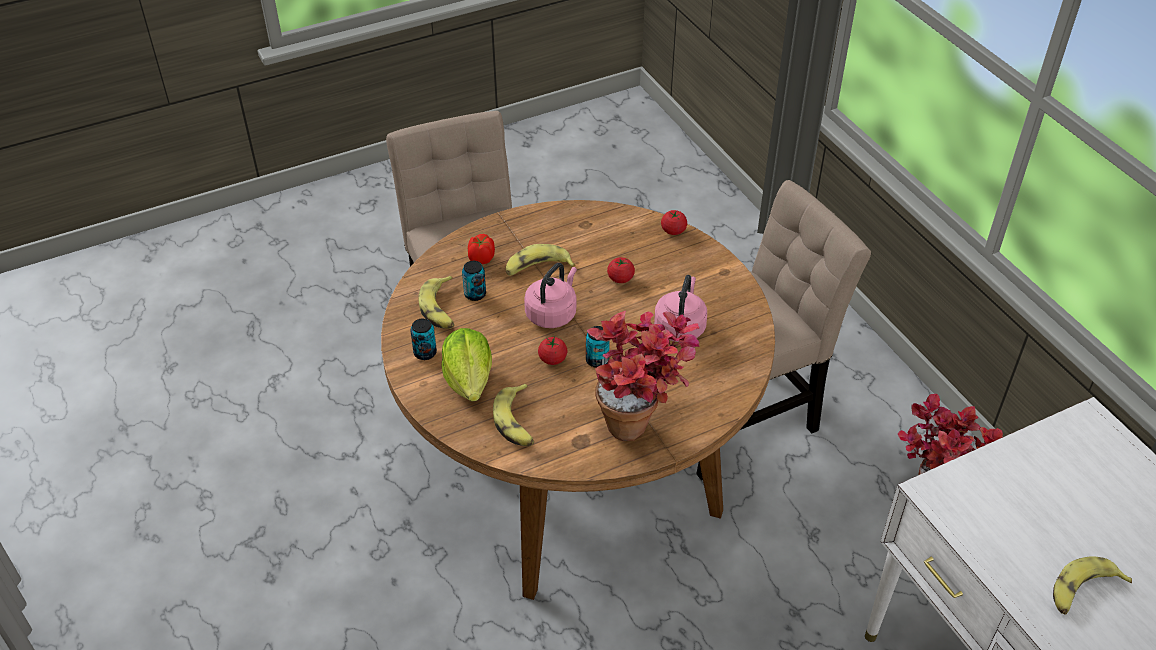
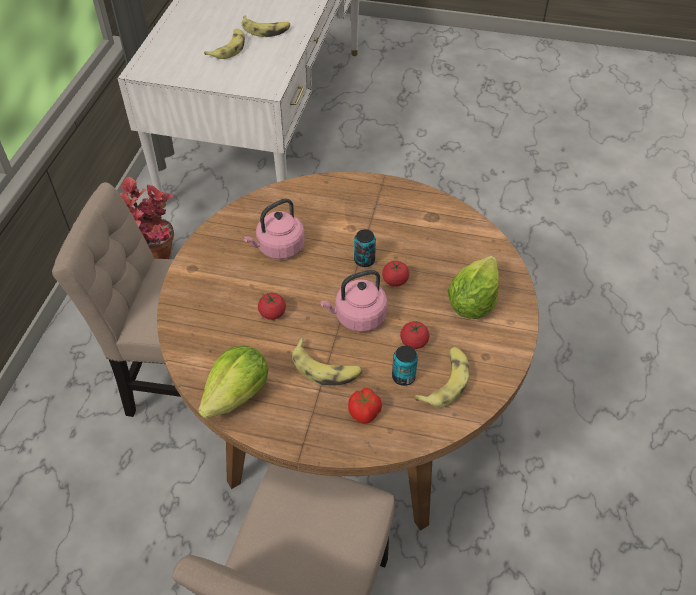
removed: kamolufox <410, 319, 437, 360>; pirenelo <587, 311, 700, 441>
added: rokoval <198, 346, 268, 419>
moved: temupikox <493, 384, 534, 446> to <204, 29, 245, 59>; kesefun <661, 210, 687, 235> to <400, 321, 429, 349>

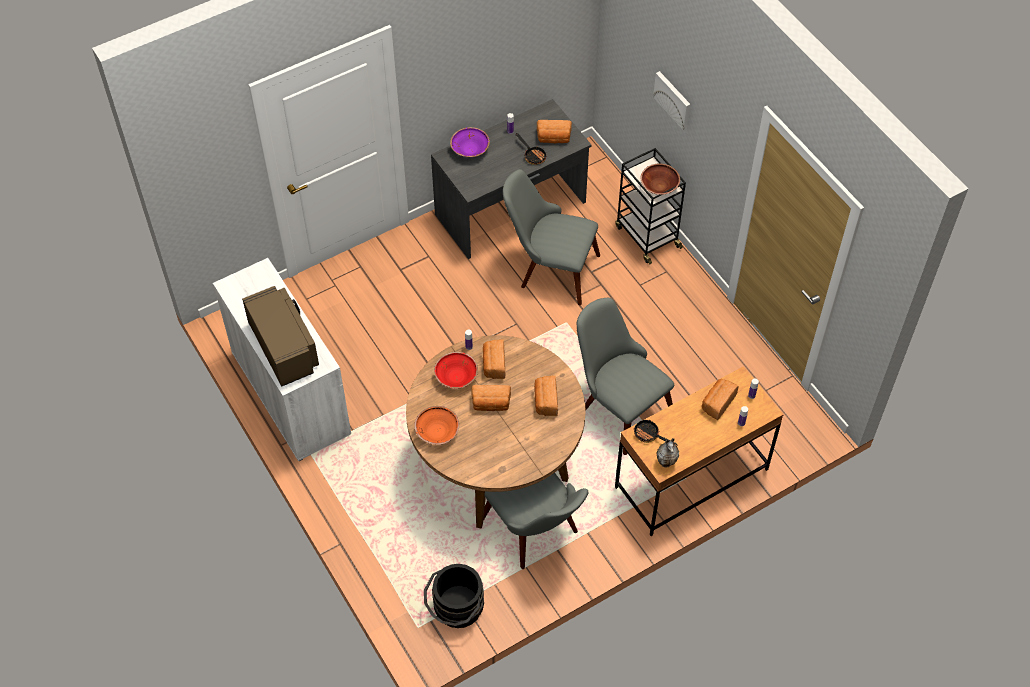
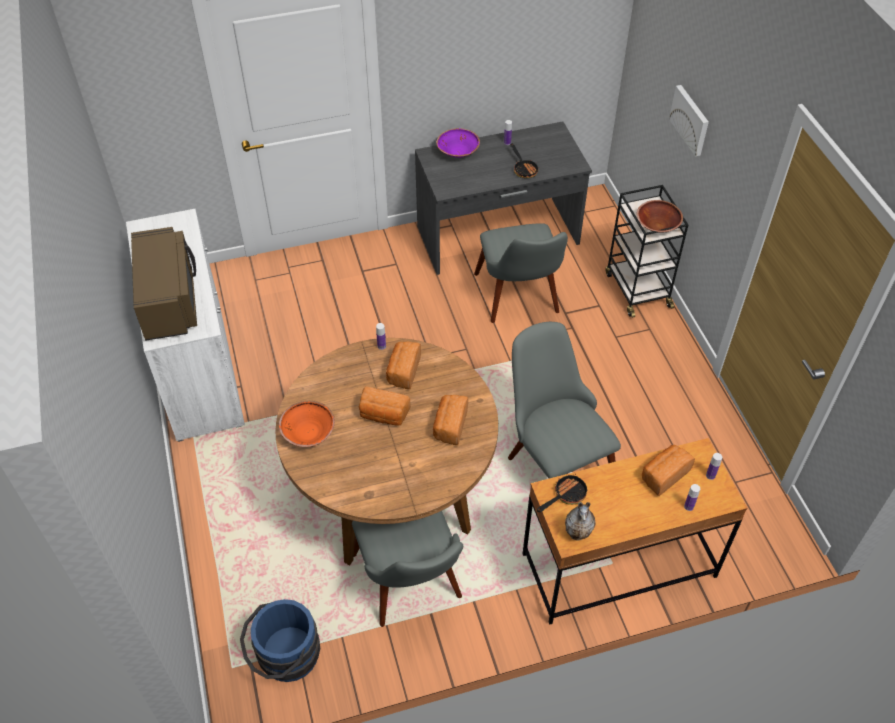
removed: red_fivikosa <434, 352, 478, 389>; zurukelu <537, 120, 572, 143>
recoloured: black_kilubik <424, 564, 484, 628> to blue_kilubik <240, 599, 320, 682>
turned: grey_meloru <503, 169, 600, 305> = <474, 223, 568, 323> 135 degrees counterclockwise; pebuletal <634, 420, 677, 445> = <537, 473, 587, 512> 90 degrees clockwise

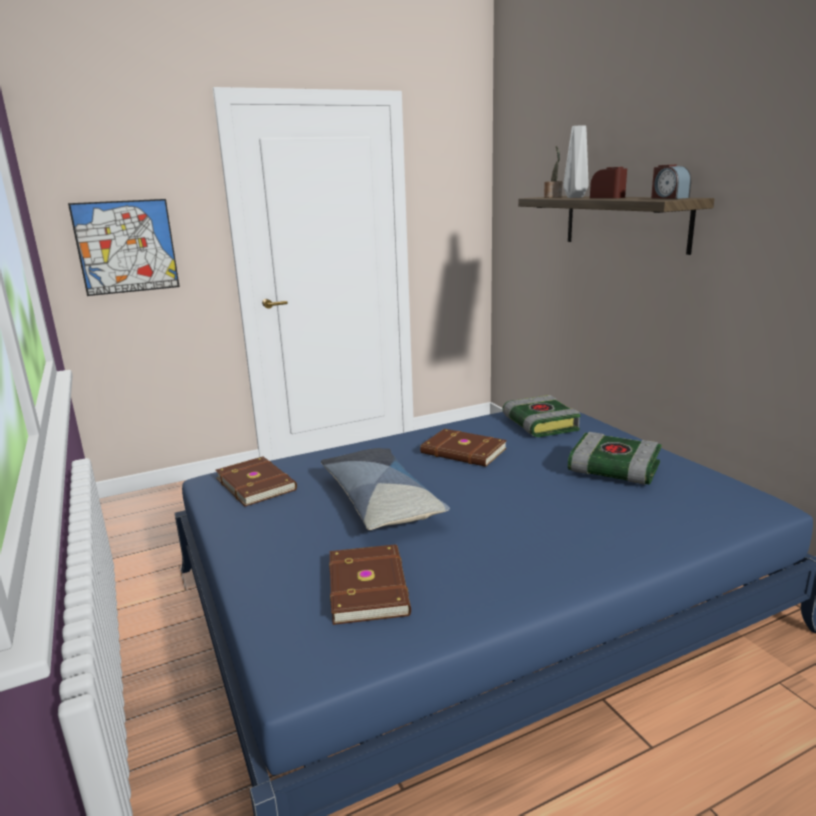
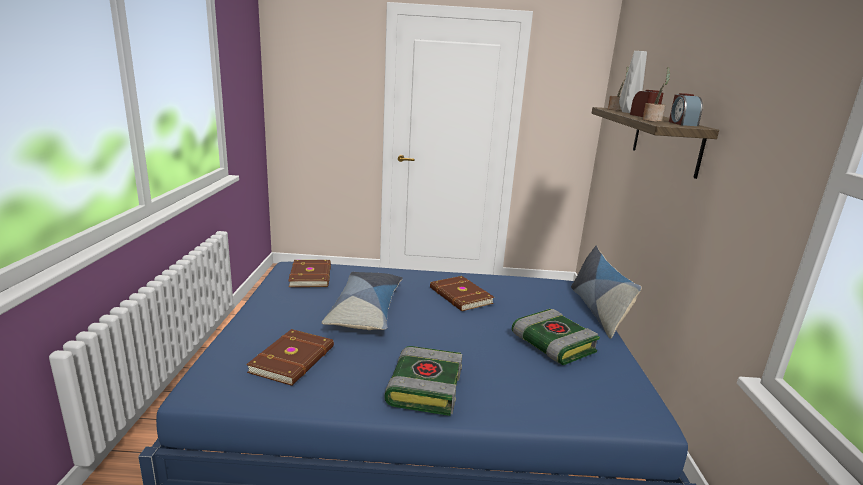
removed: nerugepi <68, 199, 180, 296>
added: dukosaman <571, 246, 642, 339>; pirenelo <642, 67, 670, 122>
moved: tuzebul <502, 395, 580, 437> to <384, 346, 462, 416>

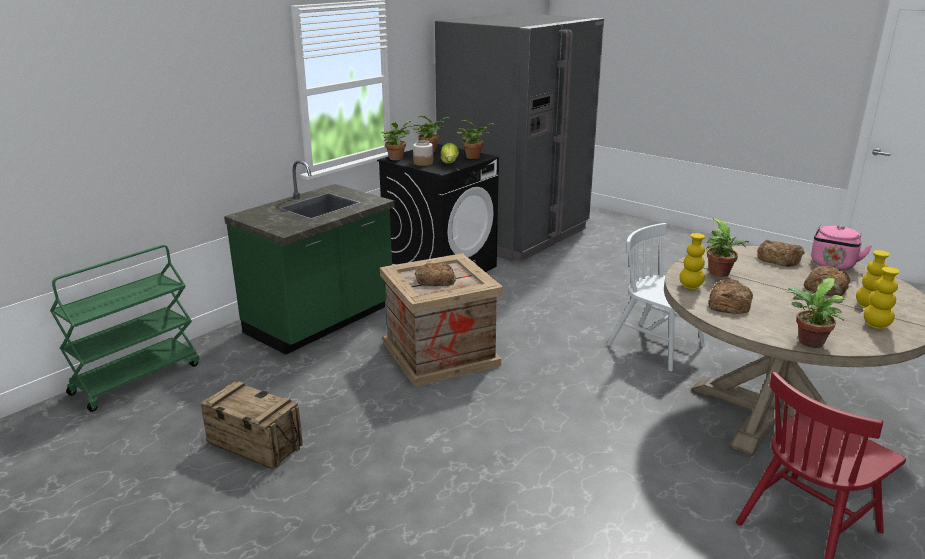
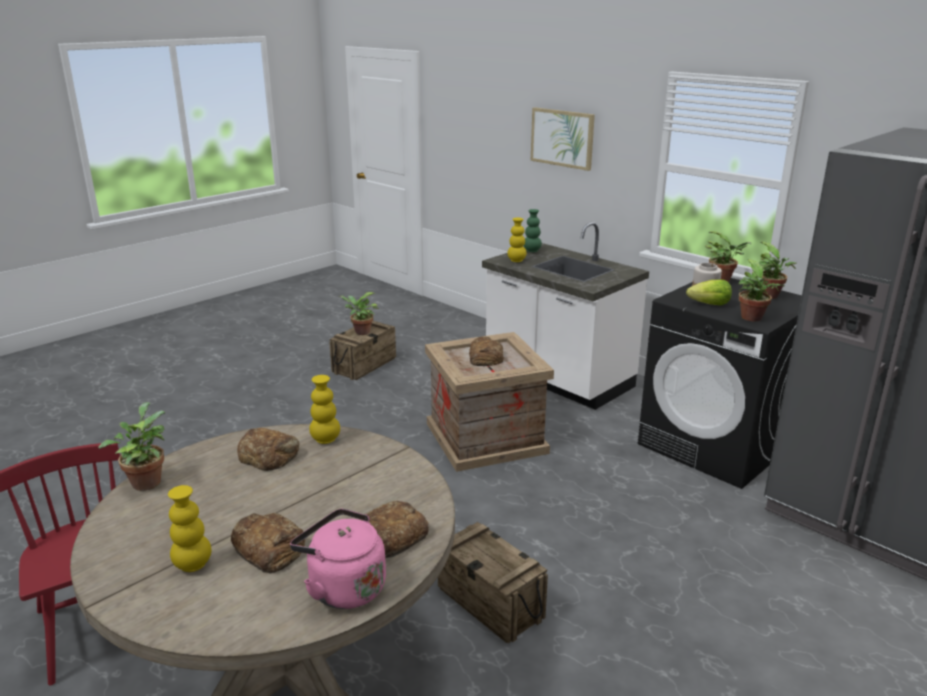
removed: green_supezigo <50, 245, 199, 412>
added: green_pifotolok <524, 209, 542, 252>; nerugepi <531, 107, 595, 171>
moved: pirenelo <707, 218, 749, 277> to <340, 292, 379, 335>; yellow_pifotolok <864, 267, 900, 329> to <507, 218, 527, 262>
replaced: white_meloru <607, 223, 705, 371> to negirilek <438, 522, 548, 643>
recoloured: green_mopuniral <224, 160, 394, 355> to white_mopuniral <482, 222, 649, 410>

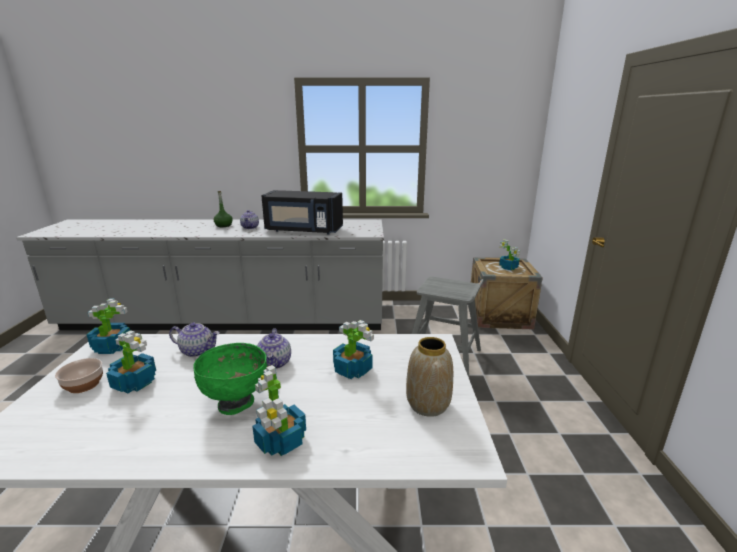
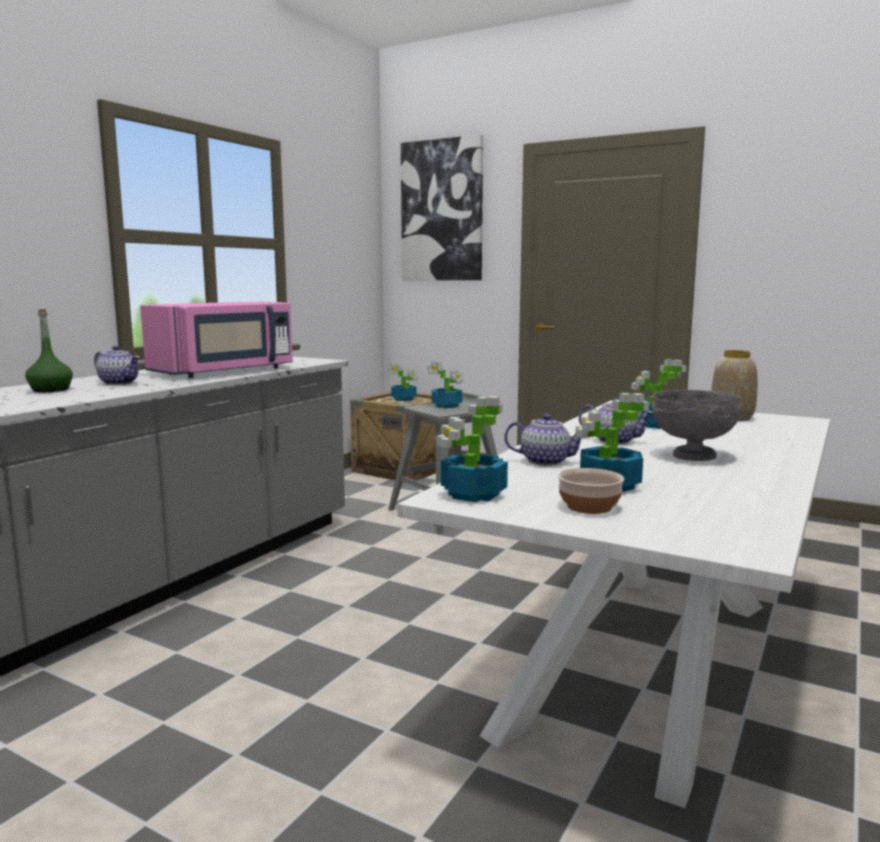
added: nerugepi <401, 134, 483, 280>
moved: pirenelo <252, 365, 306, 456> to <428, 361, 463, 408>
recoloured: green_fivikosa <193, 343, 267, 415> to grey_fivikosa <652, 390, 741, 461>; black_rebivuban <261, 190, 343, 234> to pink_rebivuban <140, 302, 293, 378>
turned: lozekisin <169, 323, 220, 357> = <504, 414, 581, 466> 60 degrees clockwise

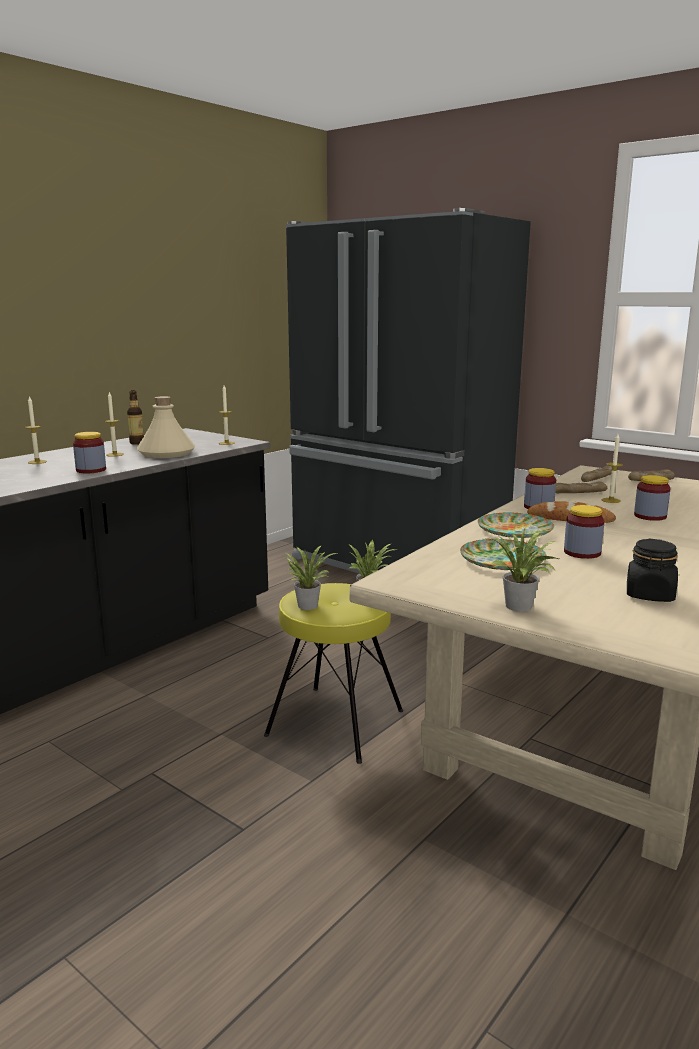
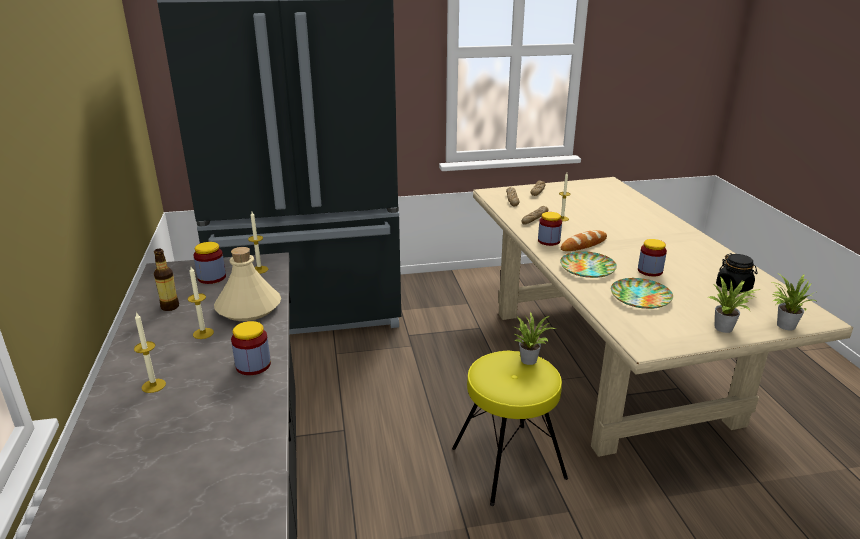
moved: pirenelo <286, 546, 338, 610> to <772, 274, 816, 331>; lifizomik <634, 475, 670, 521> to <193, 242, 226, 284>

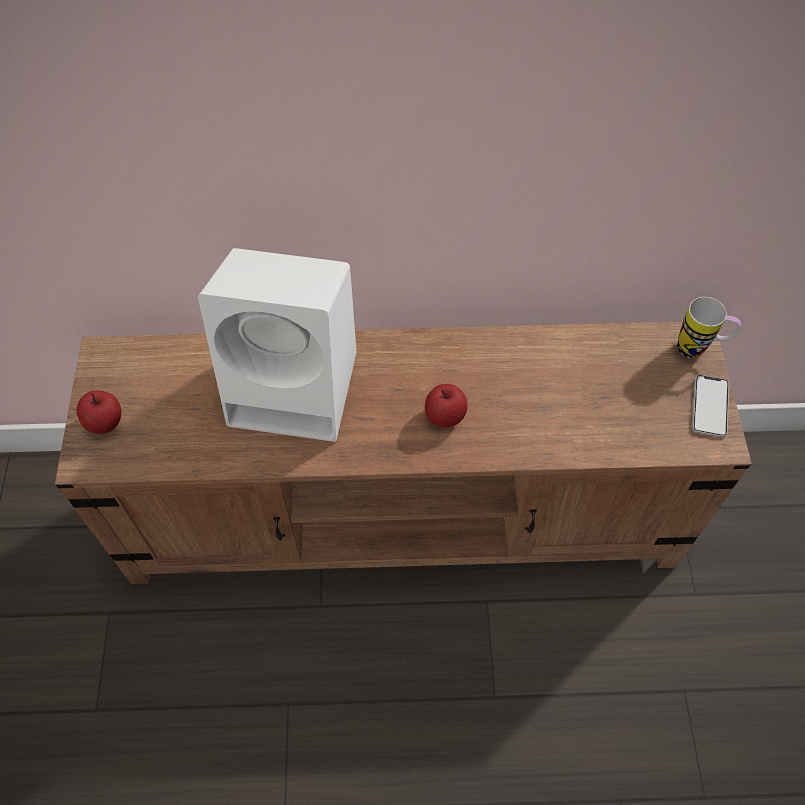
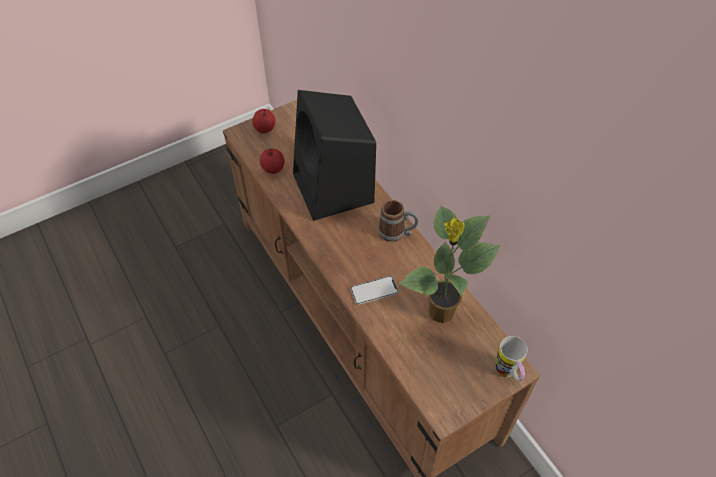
added: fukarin <378, 200, 419, 242>; pirenelo <398, 205, 500, 323>
moved: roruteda <425, 384, 468, 427> to <260, 149, 285, 174>; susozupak <692, 375, 729, 437> to <350, 276, 399, 305>
recoloured: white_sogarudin <198, 248, 357, 442> to black_sogarudin <293, 90, 376, 221>

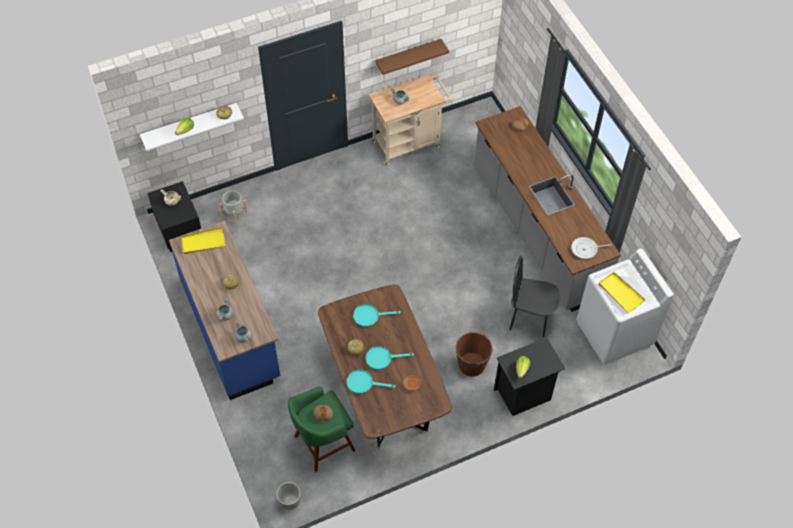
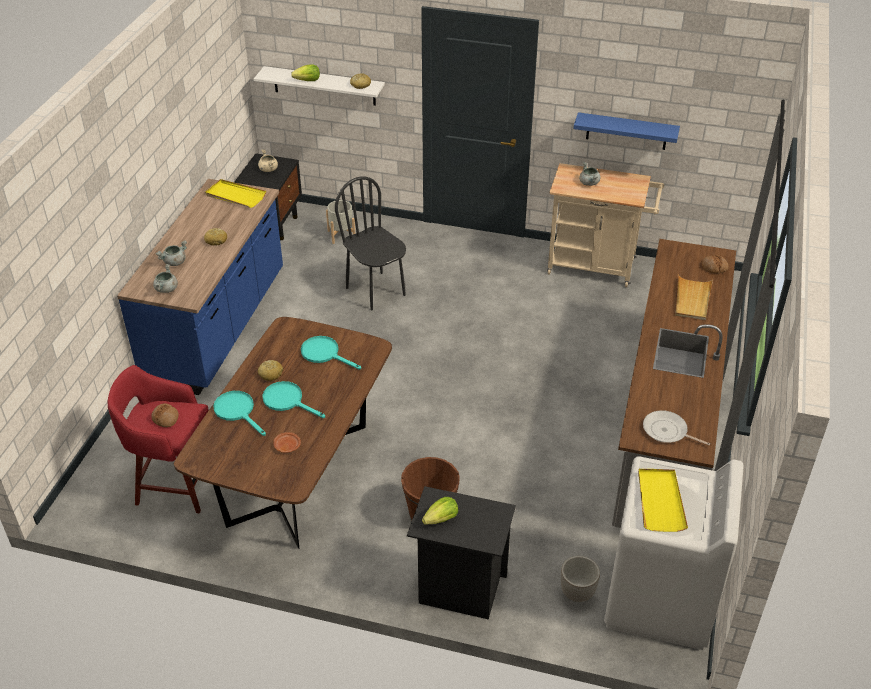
added: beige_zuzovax <675, 274, 713, 320>
moved: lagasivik <276, 482, 301, 510> to <561, 556, 600, 602>; black_meloru <510, 256, 561, 337> to <335, 176, 406, 311>
recoloured: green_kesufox <288, 387, 356, 472> to red_kesufox <108, 365, 209, 513>; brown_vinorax <375, 39, 449, 75> to blue_vinorax <573, 112, 680, 150>

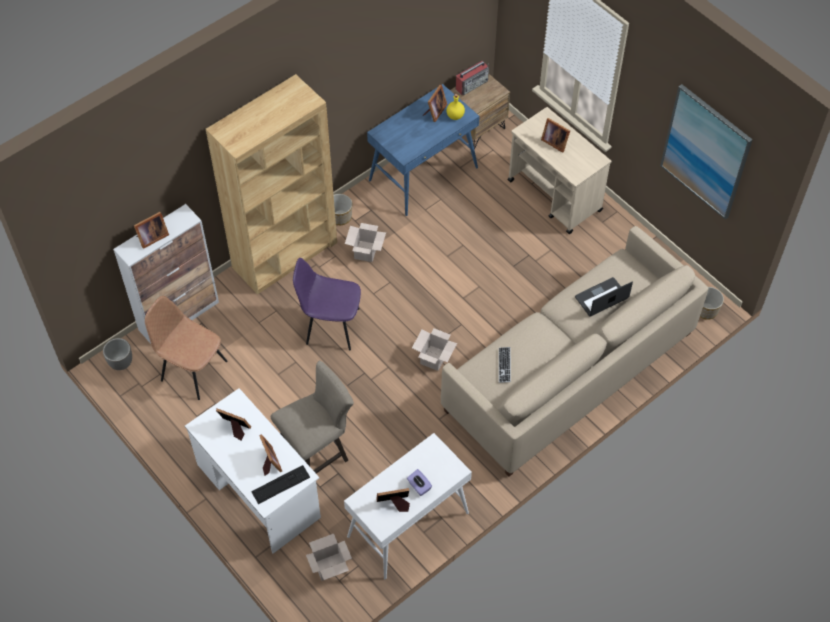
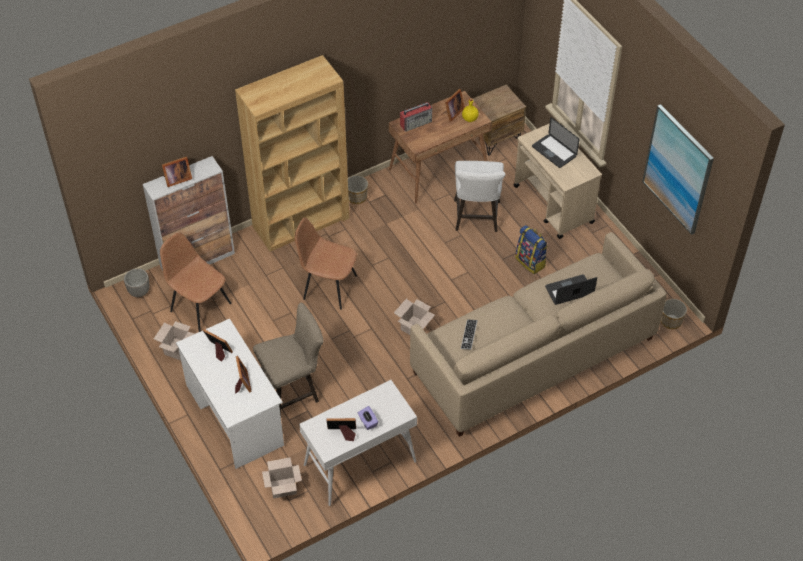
removed: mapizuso <251, 465, 310, 504>
added: white_kesufox <454, 161, 506, 232>; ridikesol <515, 225, 547, 274>
moved: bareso <345, 223, 386, 262> to <154, 321, 195, 360>; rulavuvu <456, 61, 489, 95> to <400, 102, 432, 132>
replaced: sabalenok <541, 118, 570, 153> to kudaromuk <532, 117, 579, 168>
recoloured: purple_meloru <293, 258, 361, 350> to brown_meloru <295, 217, 357, 310>; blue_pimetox <367, 84, 480, 216> to brown_pimetox <389, 91, 492, 204>

